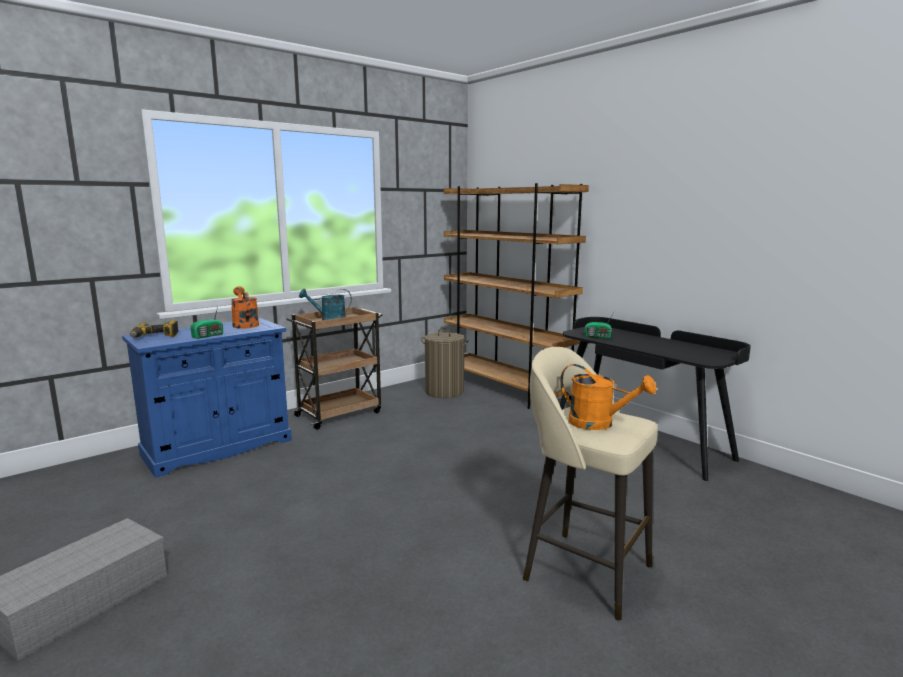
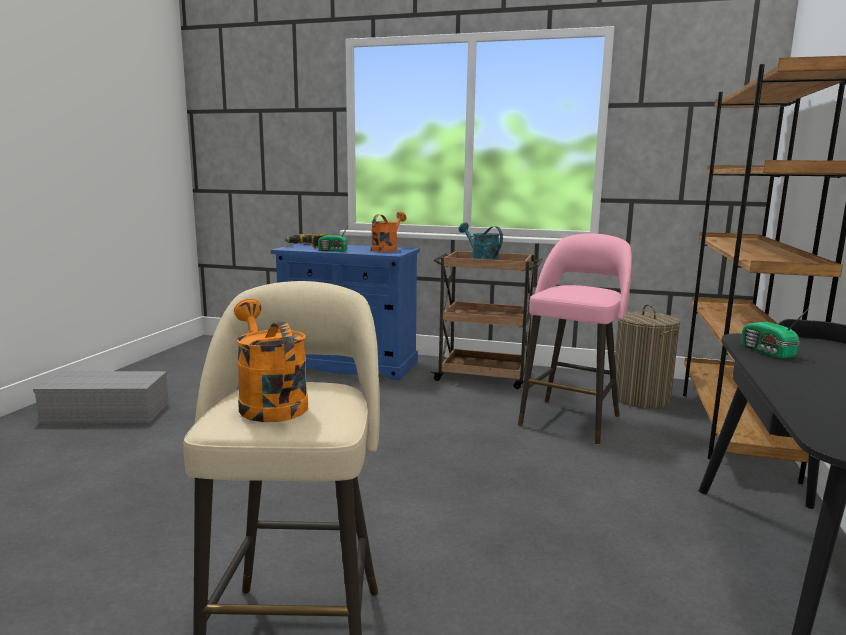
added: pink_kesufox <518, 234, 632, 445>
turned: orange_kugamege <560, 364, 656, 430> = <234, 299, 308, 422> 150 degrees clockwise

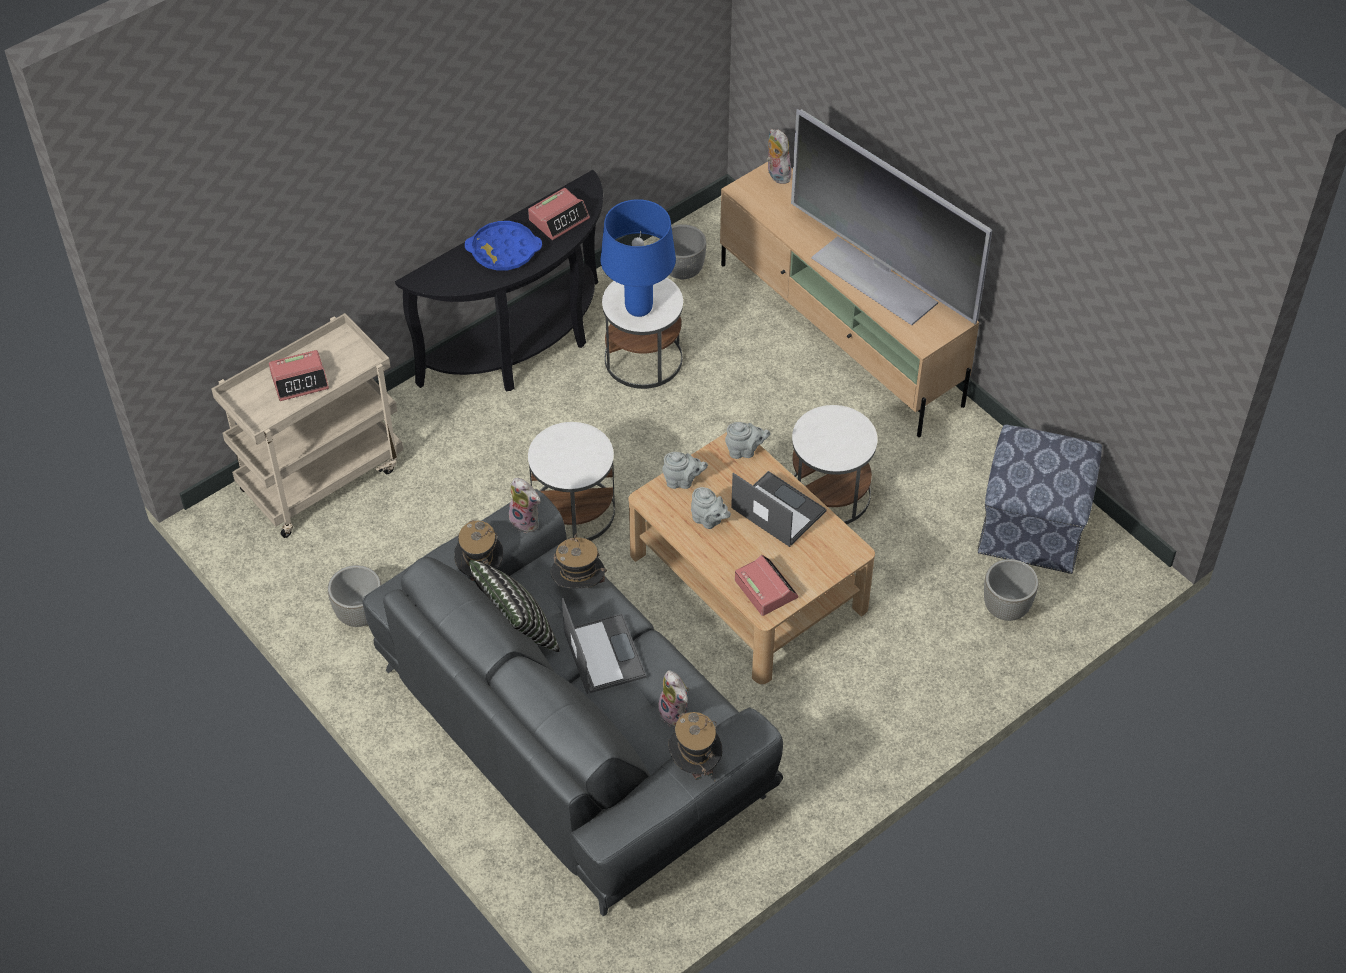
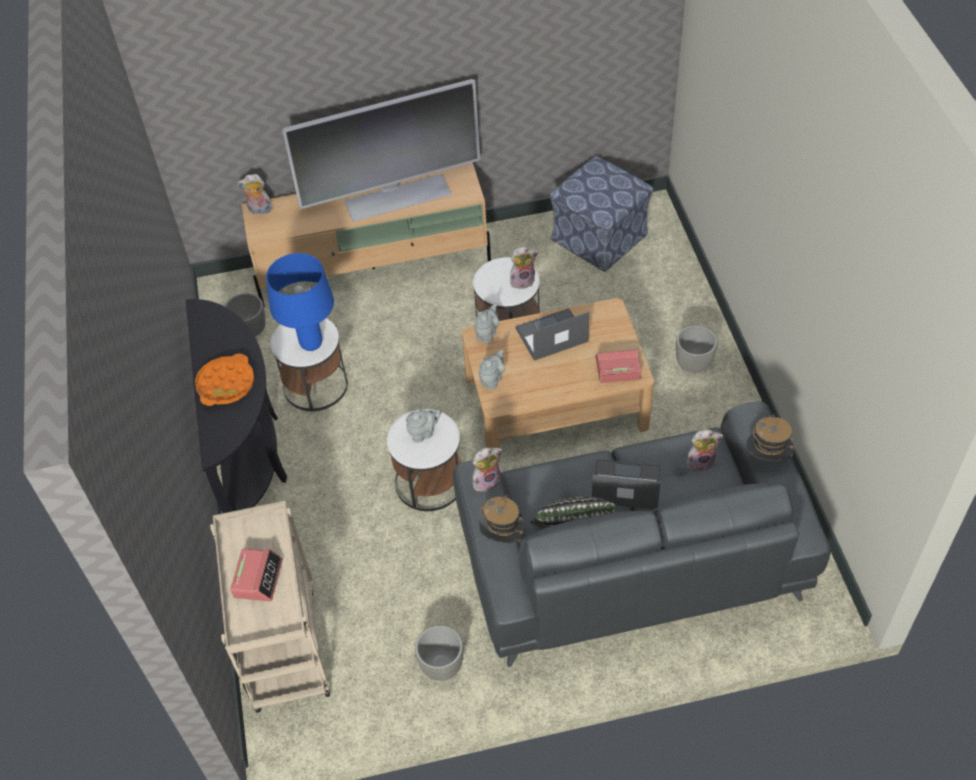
removed: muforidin <528, 188, 590, 240>; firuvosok <551, 533, 607, 589>
added: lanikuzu <510, 246, 538, 289>
moved: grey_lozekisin <691, 487, 731, 529> to <406, 409, 441, 443>; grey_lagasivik <984, 559, 1038, 621> to <676, 325, 717, 373>
recoloured: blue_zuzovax <465, 221, 542, 270> to orange_zuzovax <195, 353, 254, 406>

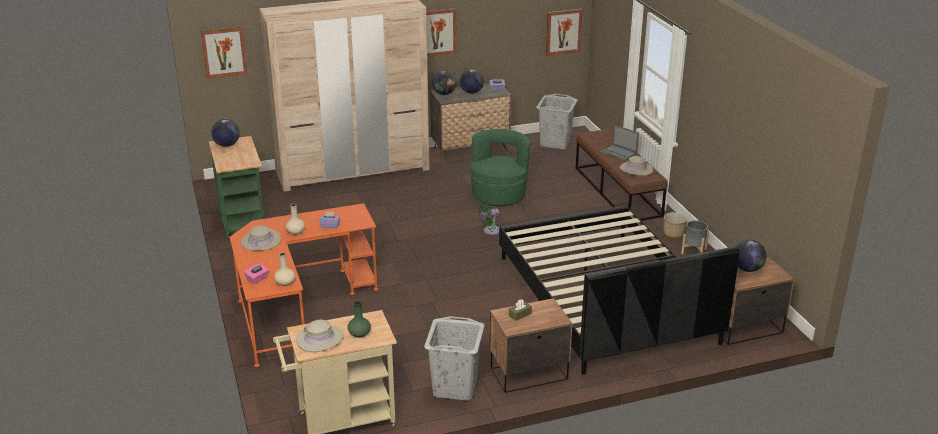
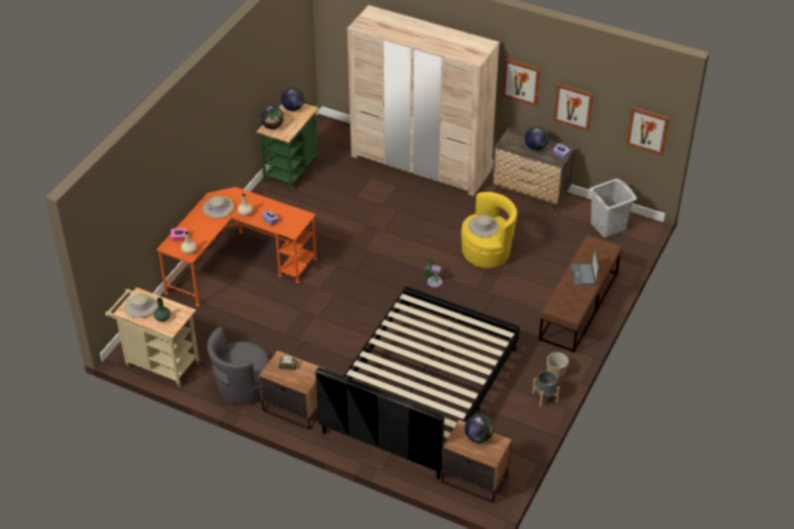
moved: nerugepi <201, 27, 248, 79> to <554, 83, 594, 132>; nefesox <432, 71, 457, 95> to <260, 105, 284, 129>; beige_firuvosok <620, 156, 653, 176> to <468, 215, 499, 238>
replaced: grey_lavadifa <424, 316, 485, 401> to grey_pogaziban <207, 327, 269, 404>
recoloured: green_pogaziban <470, 129, 530, 206> to yellow_pogaziban <461, 192, 517, 268>

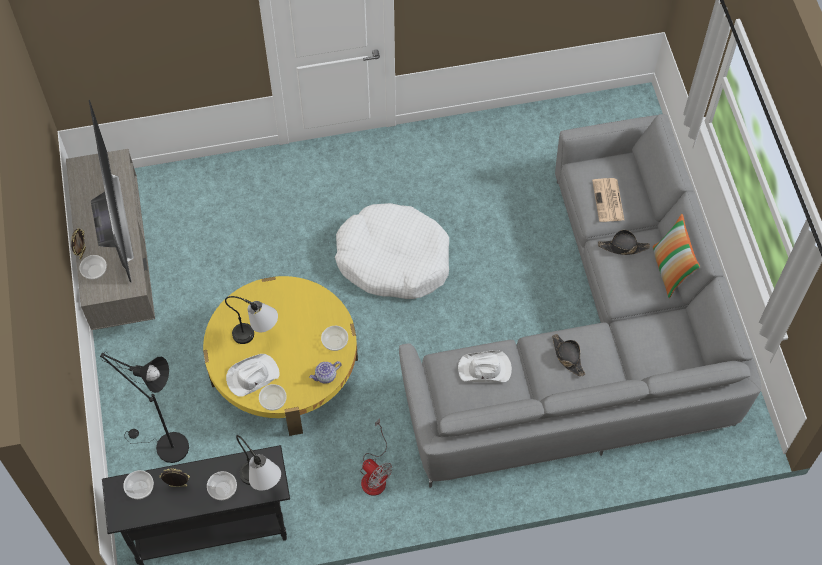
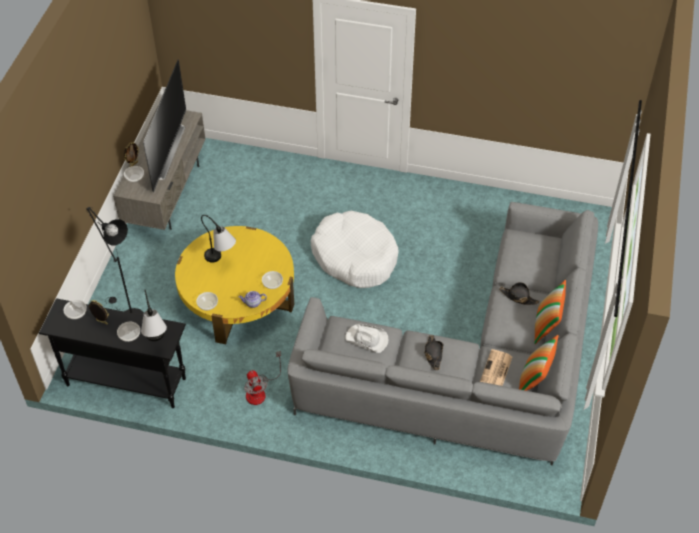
removed: white_firuvosok <226, 354, 280, 397>
added: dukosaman <519, 335, 558, 391>
moved: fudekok <592, 178, 624, 222> to <480, 349, 512, 386>

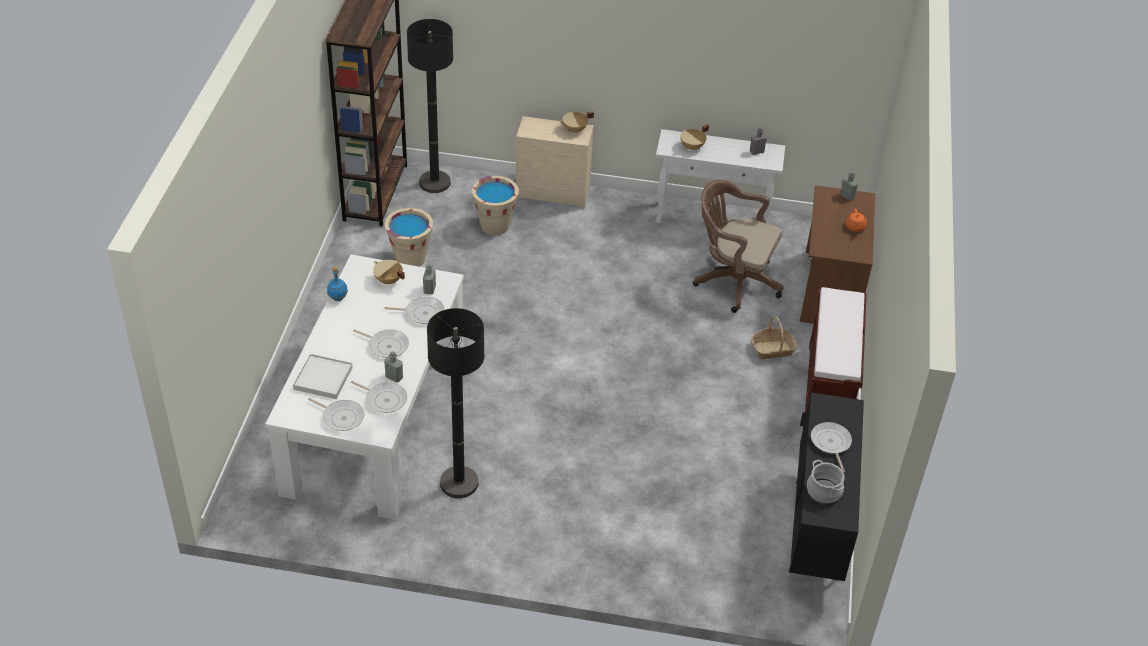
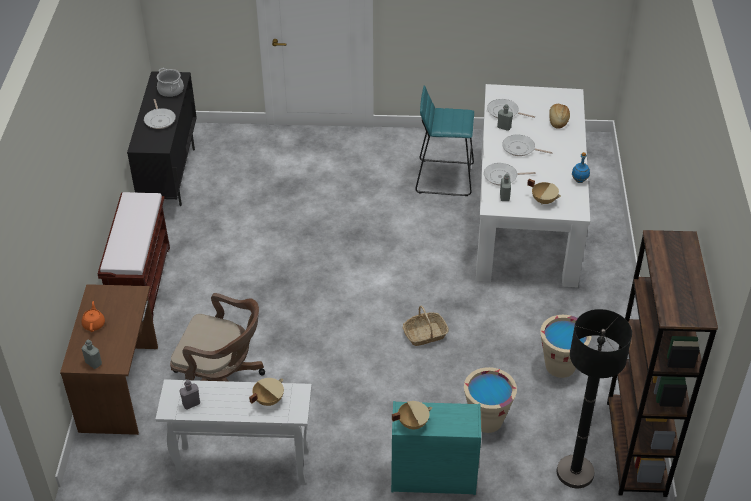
removed: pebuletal <308, 398, 364, 431>
moved: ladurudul <751, 316, 798, 359> to <403, 306, 449, 346>
replaced: white_zuzovax <293, 354, 353, 399> to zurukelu <549, 104, 570, 129>; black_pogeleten <427, 308, 484, 498> to turquoise_kesufox <415, 86, 474, 196>
recoloured: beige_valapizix <516, 116, 594, 209> to turquoise_valapizix <391, 401, 481, 495>

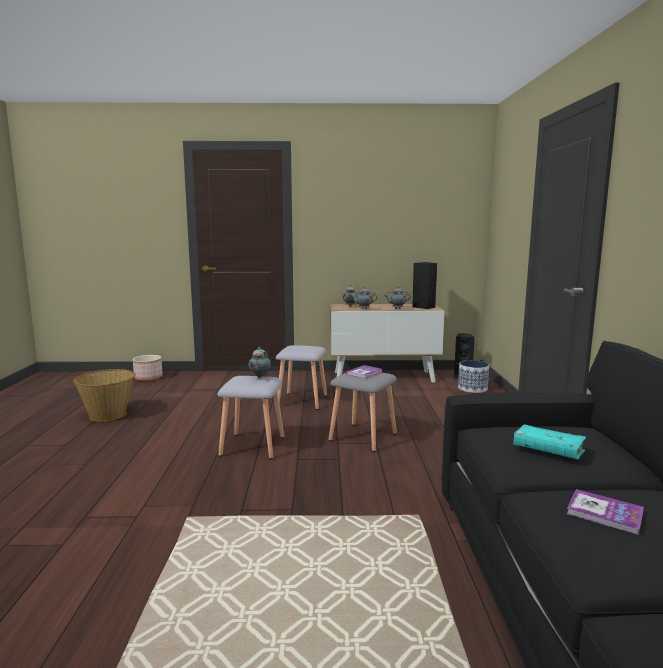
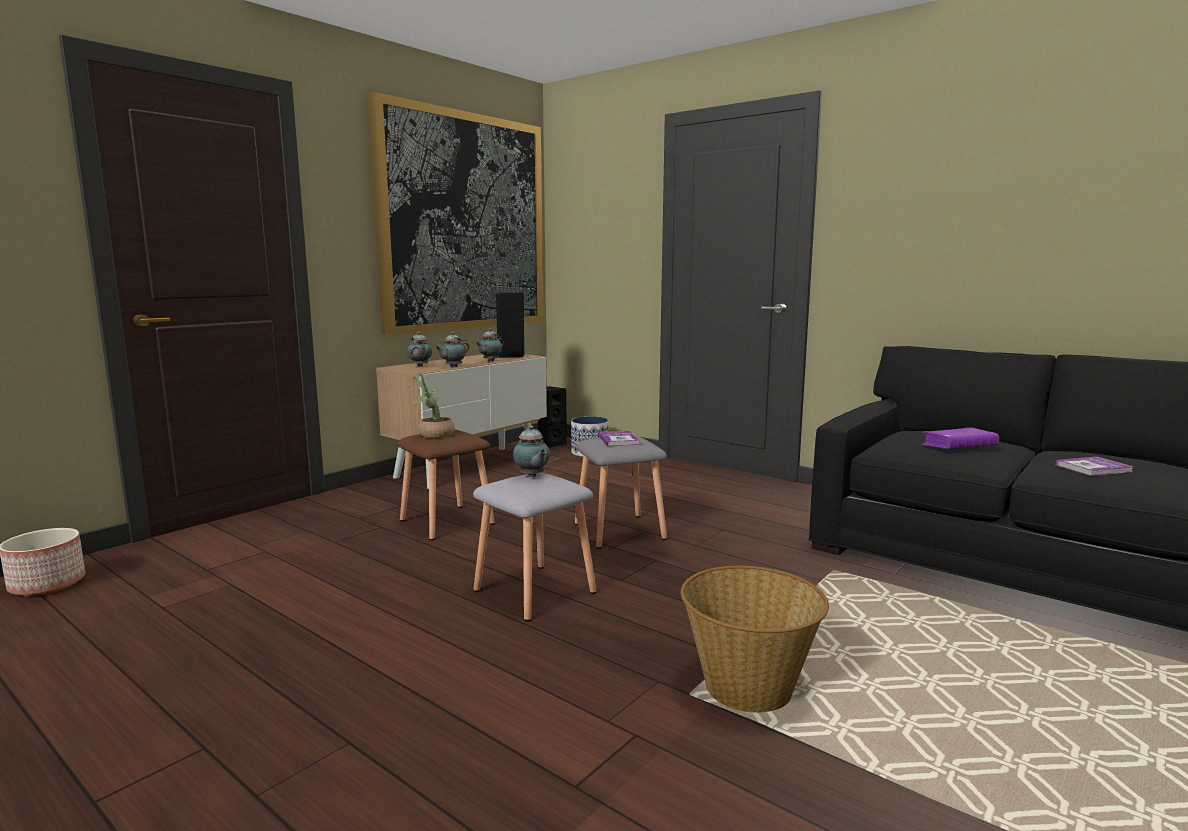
added: nerugepi <367, 92, 544, 335>; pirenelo <407, 374, 455, 438>
moved: ladurudul <74, 369, 136, 422> to <681, 566, 829, 713>
recoloured: grey_kesufox <276, 345, 327, 410> to brown_kesufox <398, 430, 495, 540>; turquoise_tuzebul <514, 424, 586, 459> to purple_tuzebul <922, 427, 999, 449>

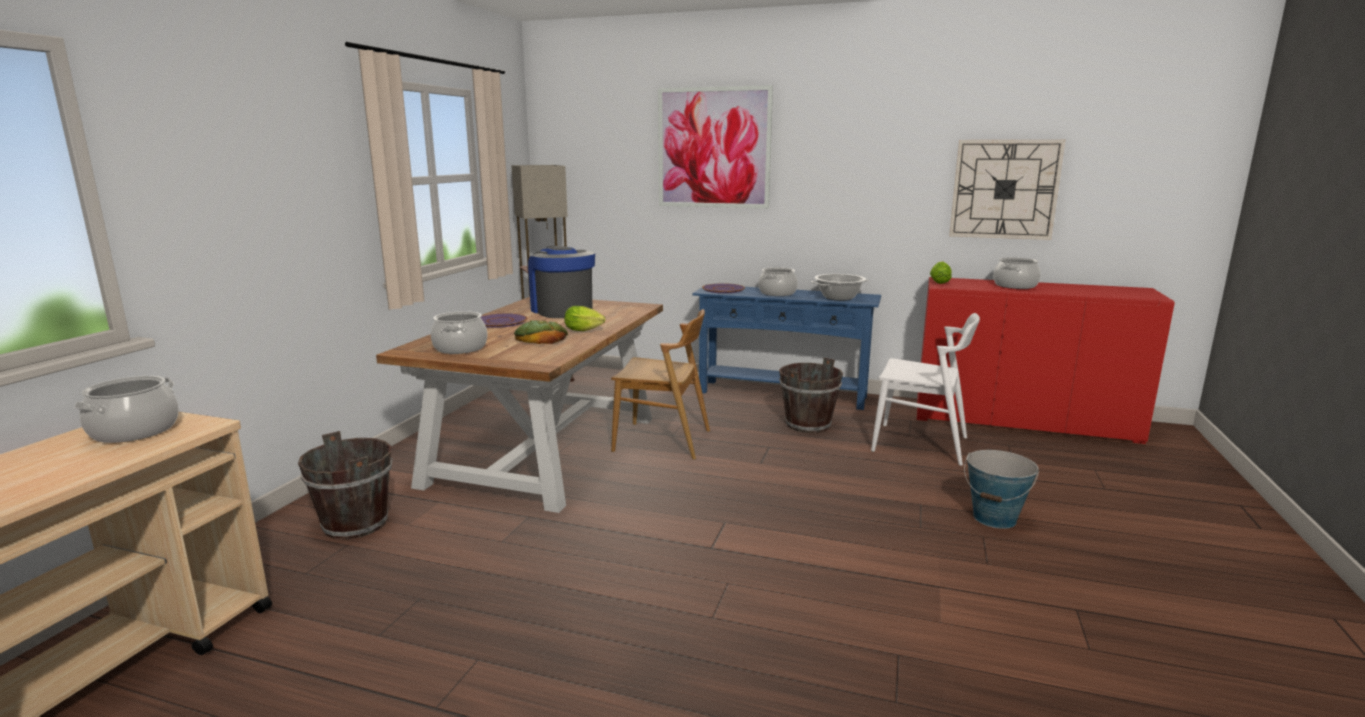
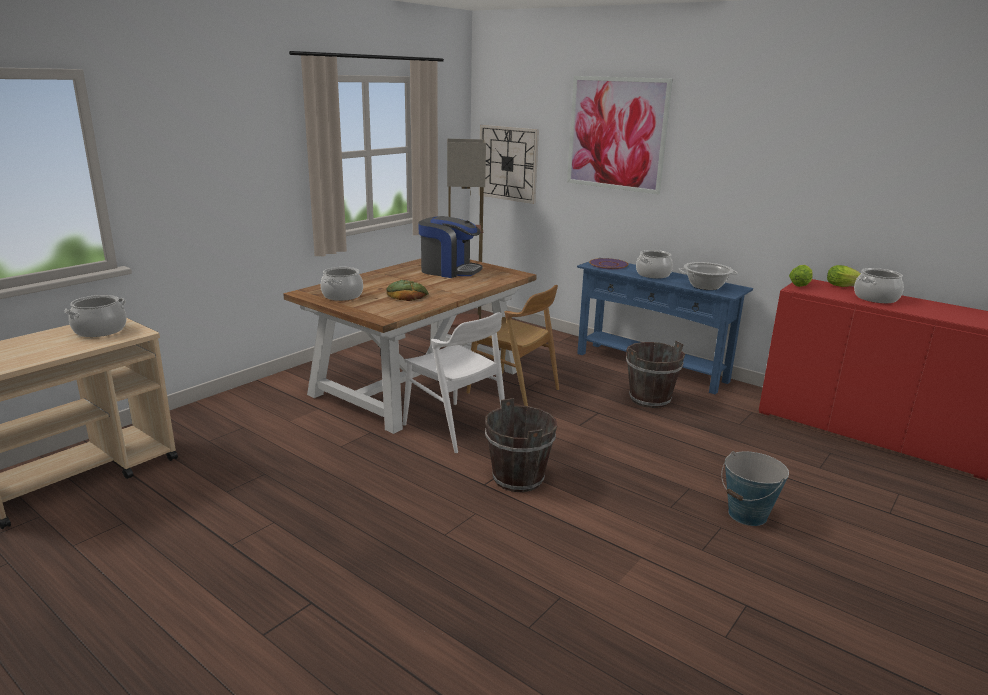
removed: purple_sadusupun <480, 313, 527, 328>
moved: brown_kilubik <298, 431, 392, 539> to <485, 398, 557, 492>; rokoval <564, 306, 605, 331> to <827, 265, 861, 287>; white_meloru <871, 313, 980, 466> to <403, 312, 505, 453>; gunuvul <949, 140, 1065, 240> to <479, 125, 539, 204>
turned: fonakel <528, 246, 595, 318> = <418, 216, 483, 278> 120 degrees clockwise

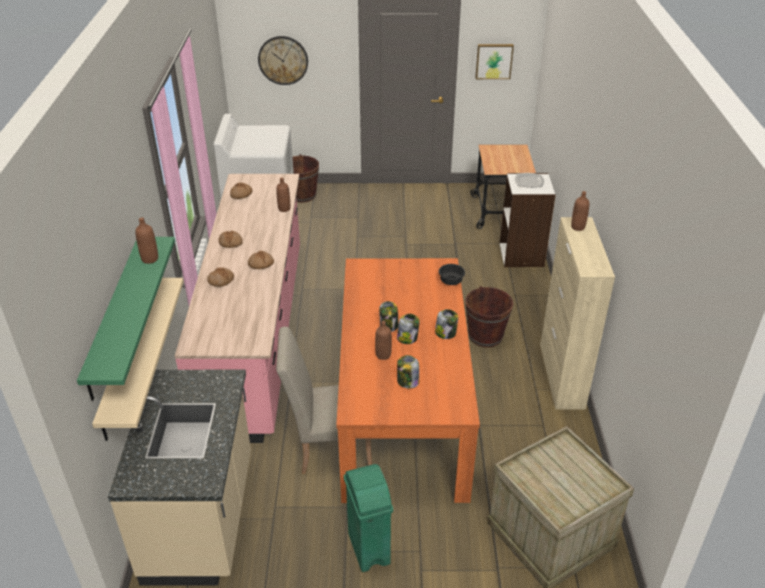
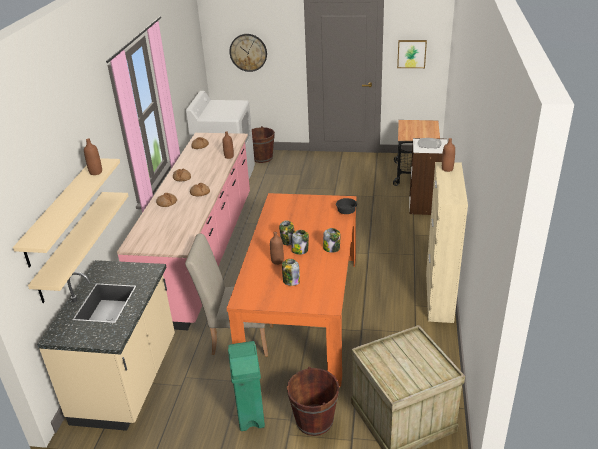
moved: brown_kilubik <465, 286, 513, 347> to <287, 367, 339, 436>
recoloured: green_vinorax <77, 237, 175, 401> to beige_vinorax <13, 158, 120, 268>

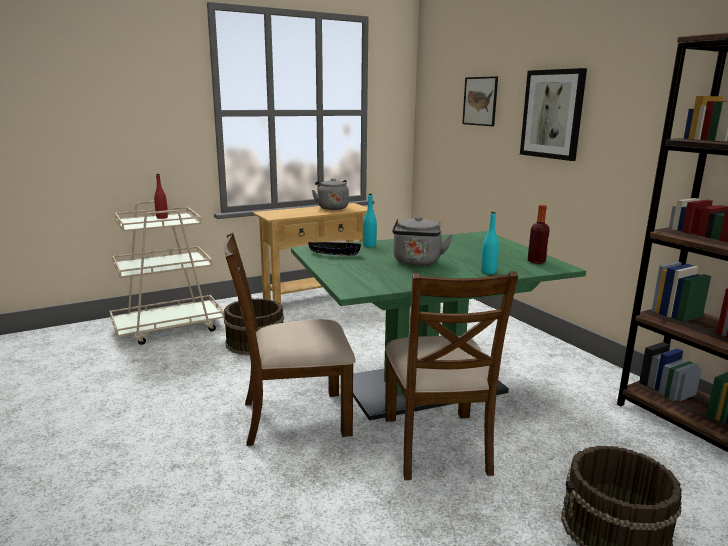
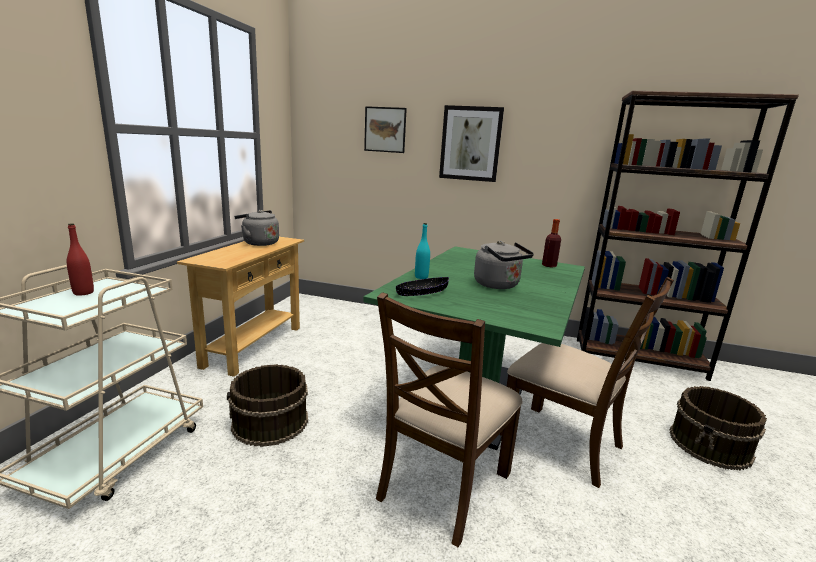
removed: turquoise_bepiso <481, 212, 499, 274>

